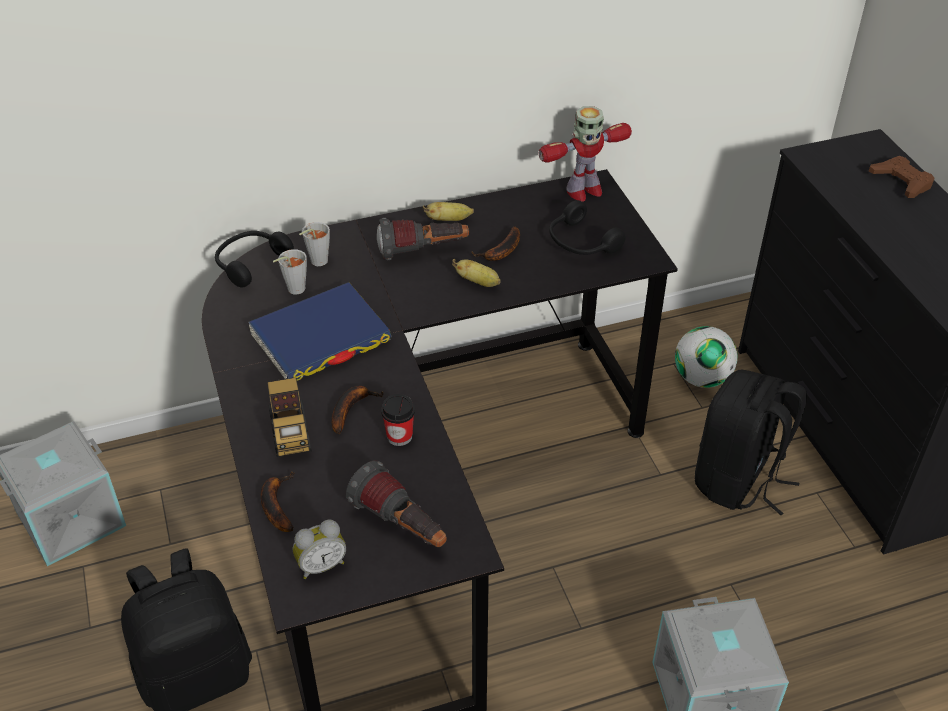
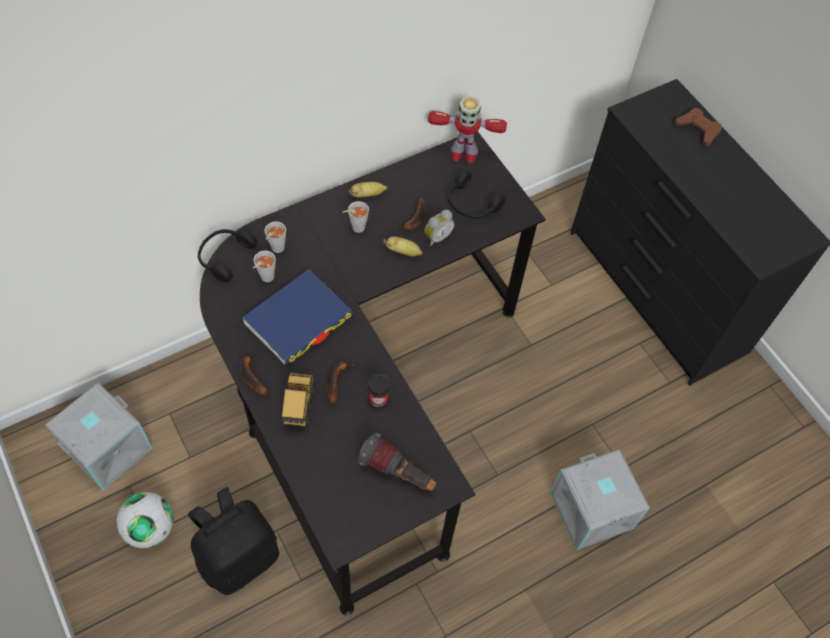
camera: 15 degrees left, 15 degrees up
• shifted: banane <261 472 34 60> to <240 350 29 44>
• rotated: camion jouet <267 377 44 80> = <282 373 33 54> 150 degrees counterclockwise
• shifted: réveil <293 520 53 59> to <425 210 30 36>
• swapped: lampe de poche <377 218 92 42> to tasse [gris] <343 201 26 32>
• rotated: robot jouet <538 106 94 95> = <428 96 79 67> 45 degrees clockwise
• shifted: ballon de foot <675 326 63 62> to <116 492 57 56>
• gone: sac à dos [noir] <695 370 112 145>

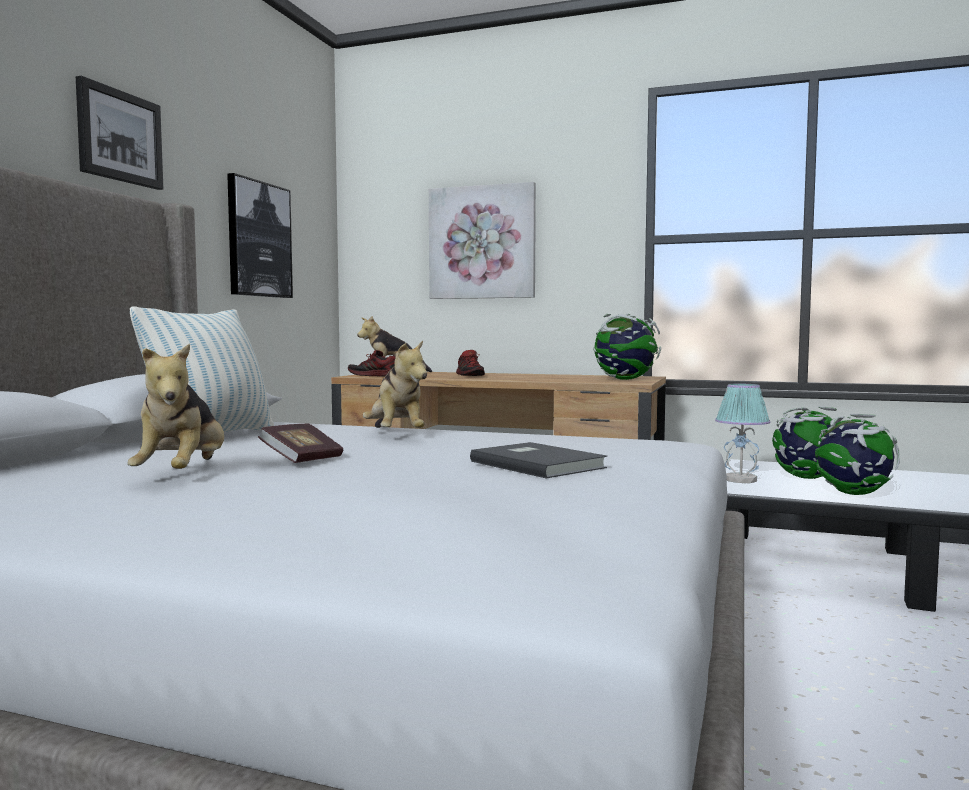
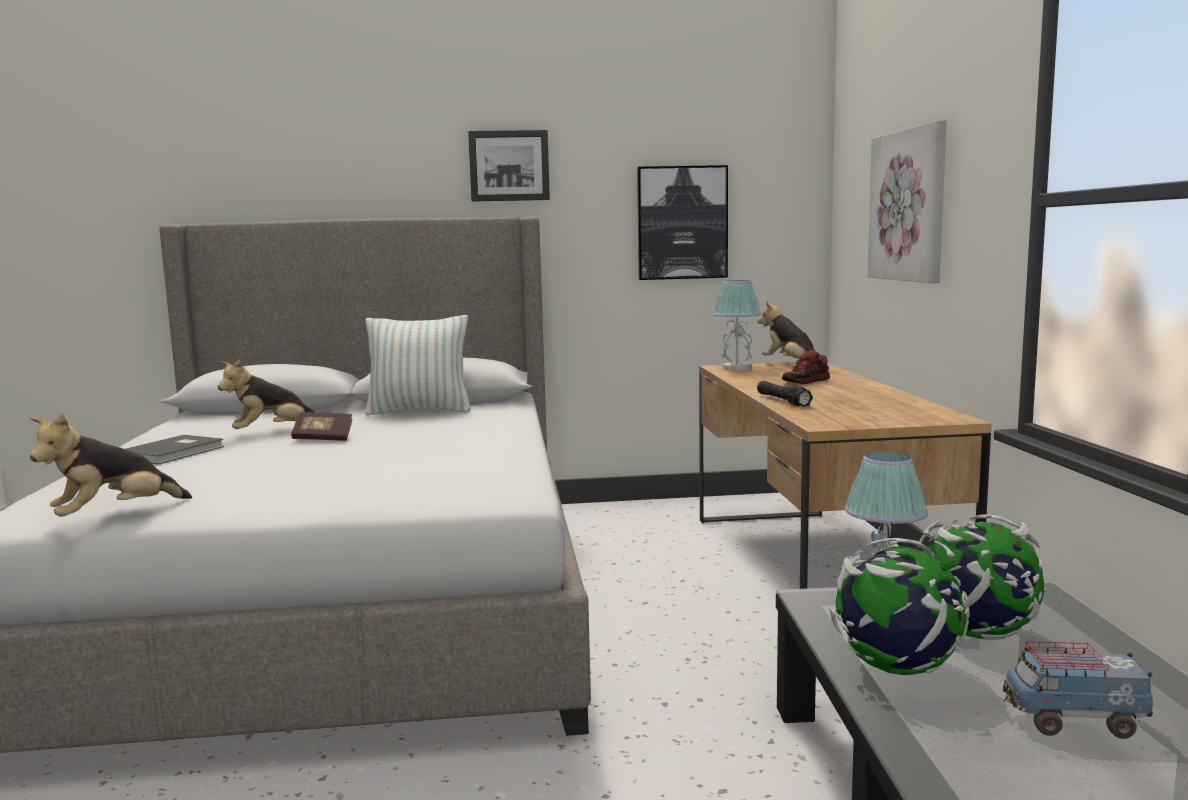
camera: 65 degrees right, 5 degrees up
• swapped: chaussure <348 350 48 27> to lampe de table <713 280 48 91>
• shifted: peluche <363 340 64 88> to <30 413 162 104>
• shifted: livre [gris] <470 442 137 36> to <126 435 98 29>
• gone: globe <593 314 68 66>
• new: lampe de poche [noir] <757 381 56 25>
• new: camion jouet <1003 641 150 98>

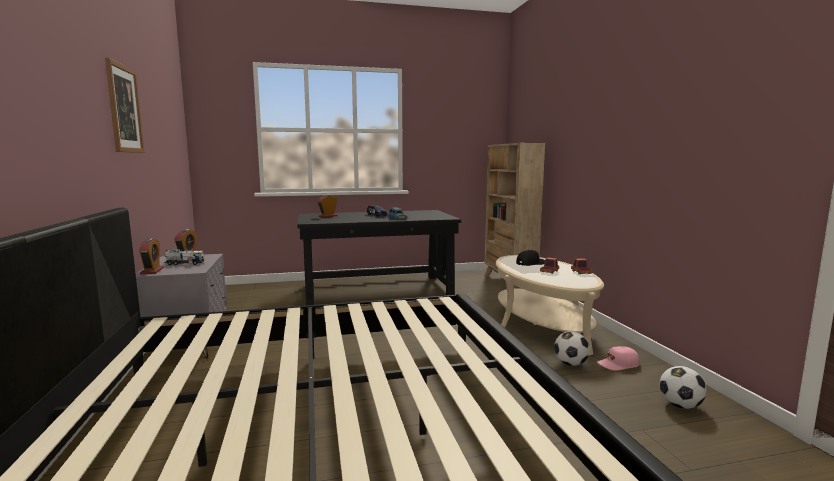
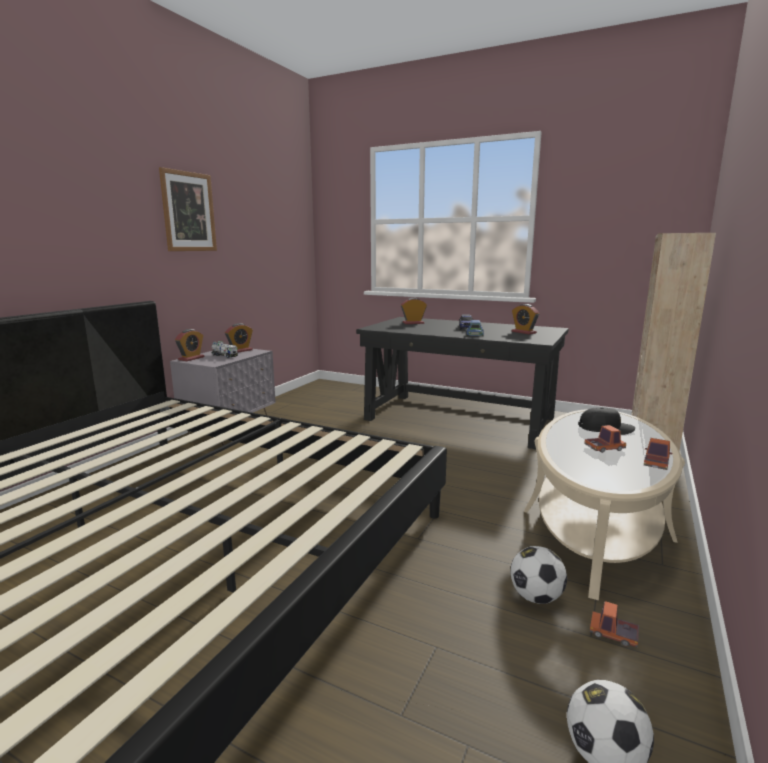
camera: 40 degrees right, 5 degrees up
• swapped: casquette [rose] <597 346 42 25> to camion jouet <590 601 49 46>
• new: réveil <512 304 27 30>

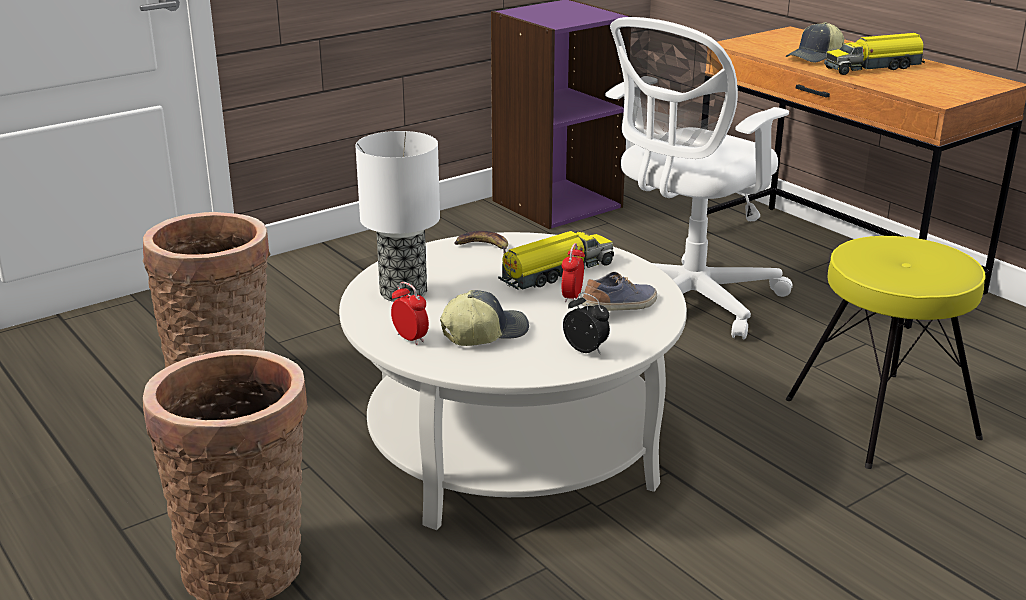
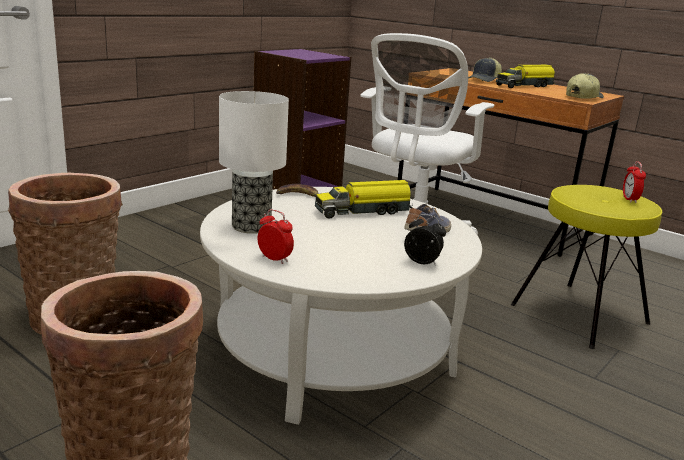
camera: 15 degrees left, 5 degrees down
• shifted: casquette <440 290 89 56> to <566 73 38 26>
• rotated: camion jouet <498 231 116 59> = <315 180 98 38> 150 degrees counterclockwise
• shifted: réveil <562 243 23 59> to <623 161 23 42>

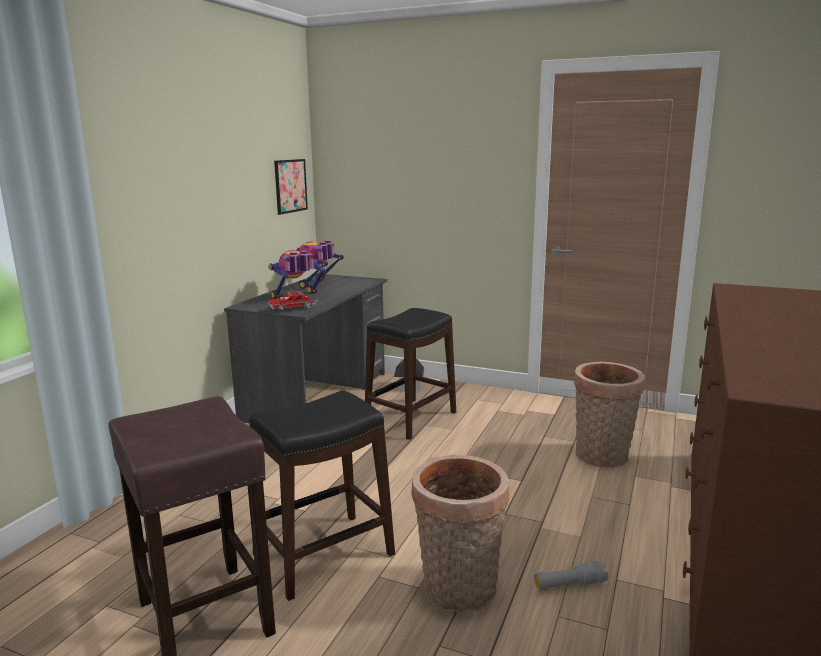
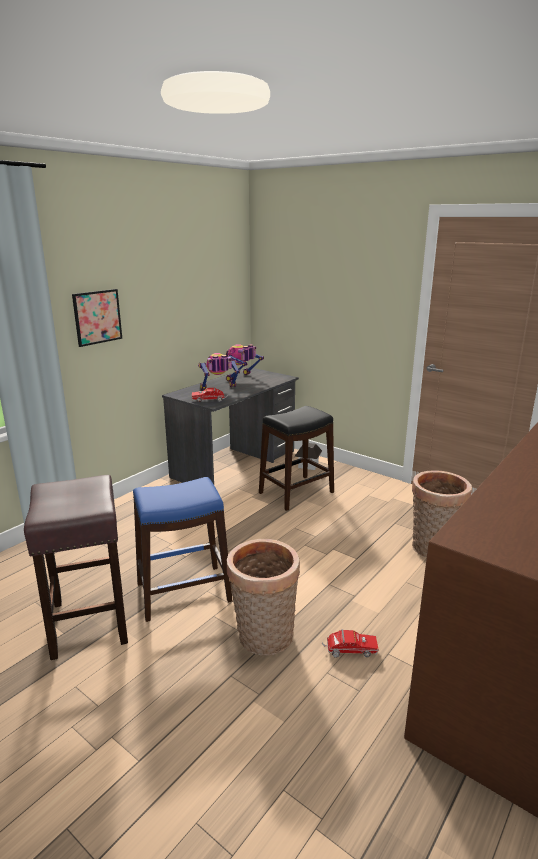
camera: 15 degrees right, 5 degrees up
• repainted: tabouret [noir] <249 391 146 210> to tabouret [bleu] <133 477 99 145>
• shifted: tableau <274 159 34 56> to <72 289 50 58>
• swapped: lampe de poche [gris] <534 561 74 30> to camion jouet <322 629 57 29>

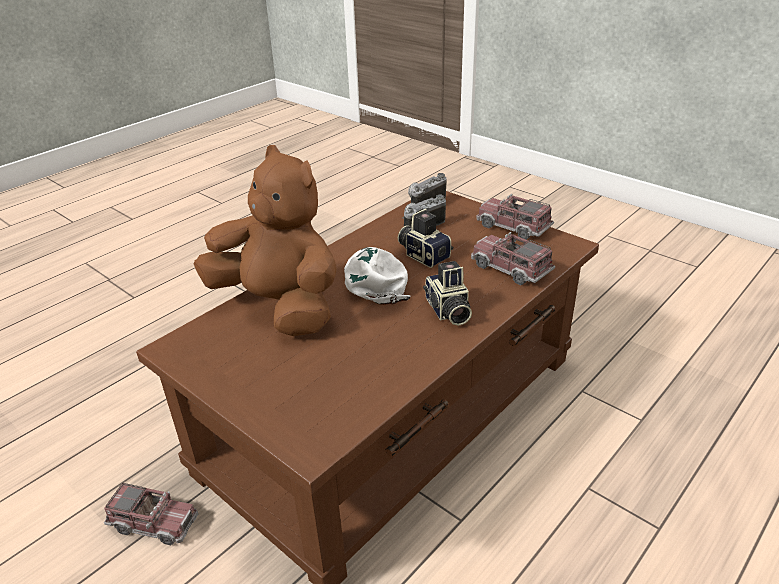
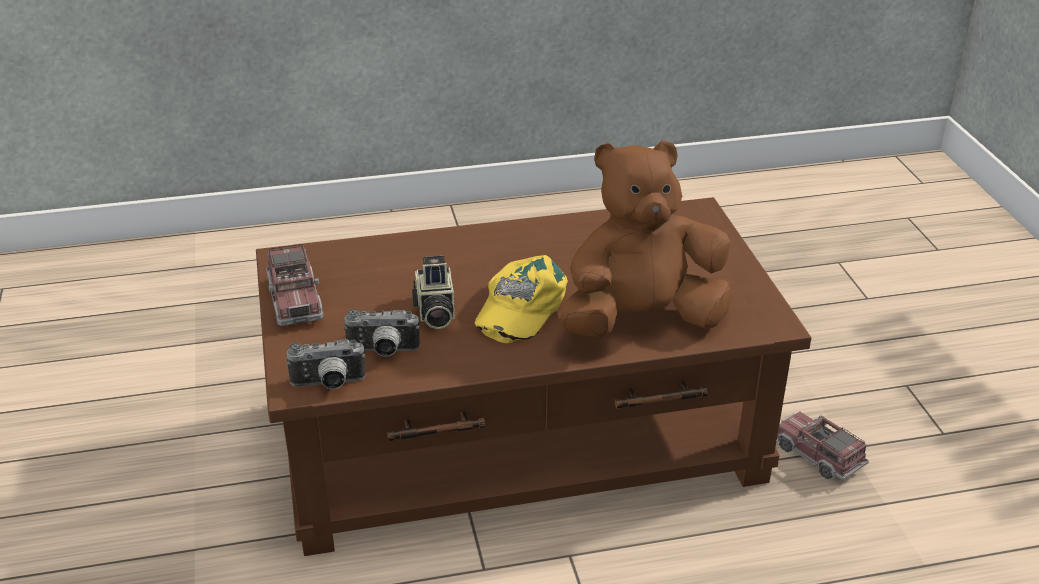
camera: 145 degrees left, 0 degrees up
• rotated: peluche [marron] <194 145 143 191> = <557 140 175 198> 90 degrees clockwise
• repainted: casquette [blanc] <344 247 66 58> to casquette [jaune] <475 255 93 88>
• gone: appareil photo <423 261 49 65>
• gone: camion jouet <471 232 84 53>

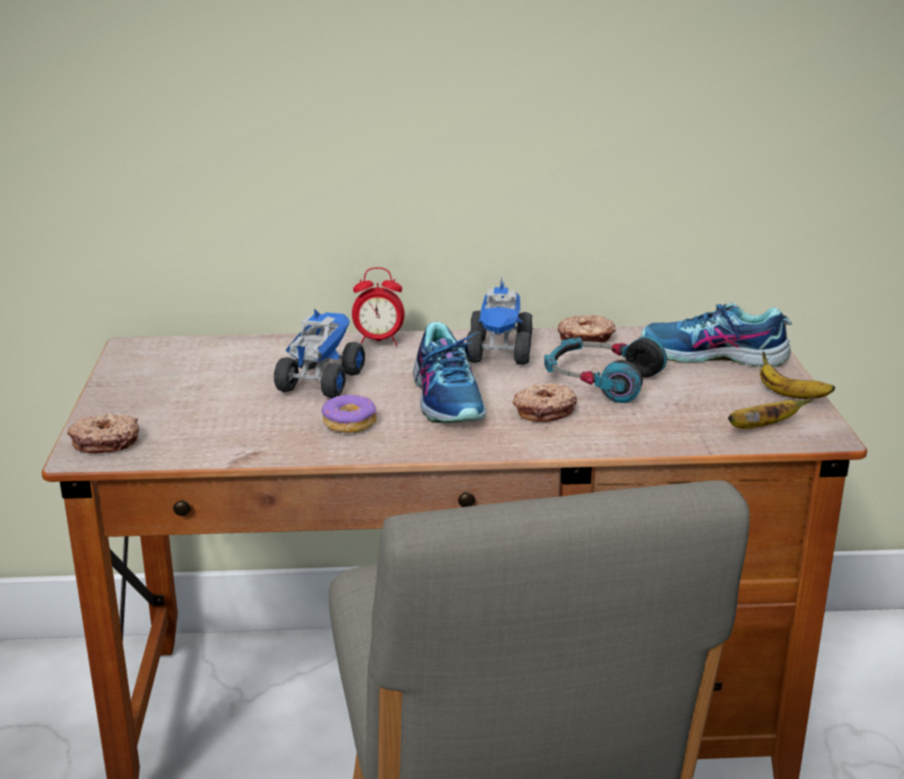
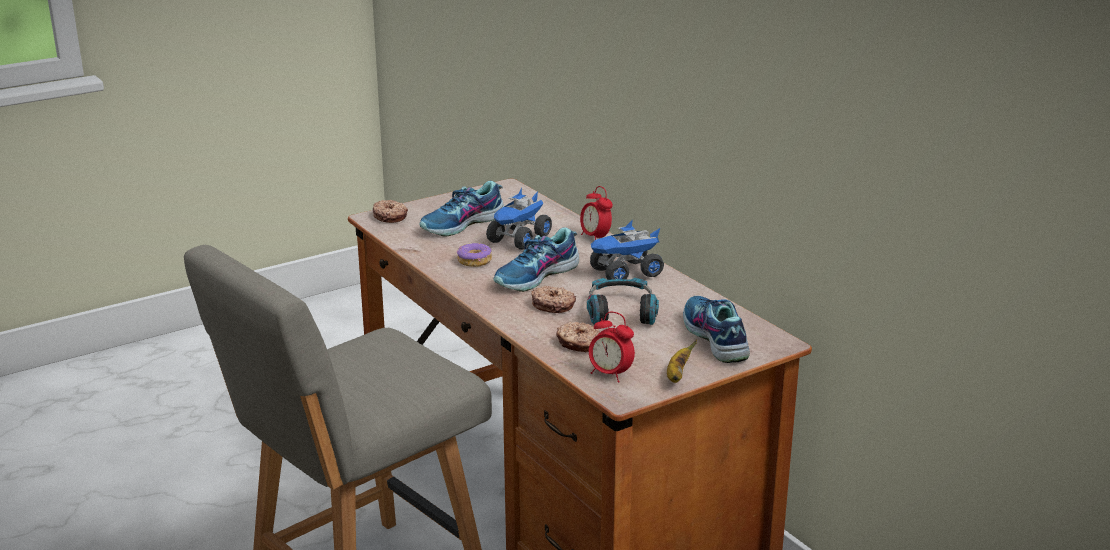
camera: 60 degrees right, 0 degrees up
• rotated: camion jouet <274 309 91 89> = <486 187 66 63> 135 degrees clockwise
• shifted: beignet <558 314 58 29> to <556 322 44 30>
• swapped: banane <728 396 86 33> to réveil <589 312 46 70>
• new: chaussure <419 181 85 56>

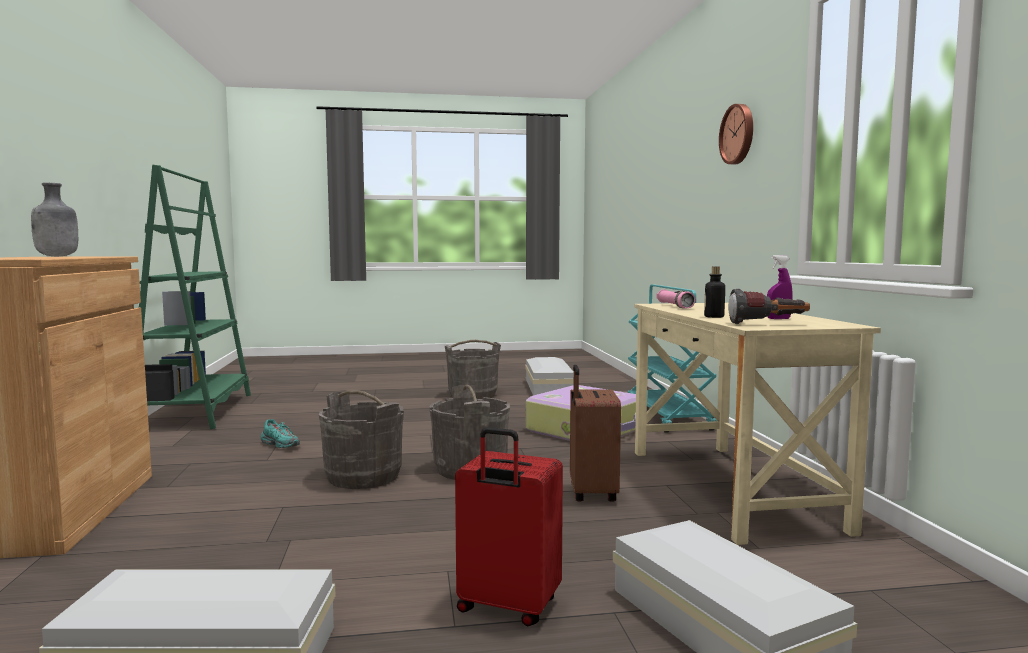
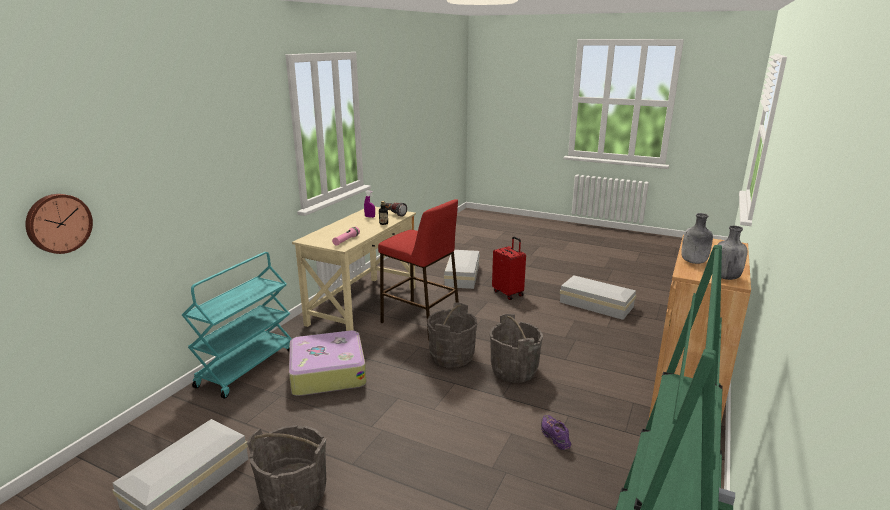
camera: 145 degrees left, 15 degrees up
• repainted: chaussure [turquoise] <261 419 39 29> to chaussure [violet] <541 415 30 35>
• swapped: valise [marron] <570 365 51 137> to tabouret [rouge] <378 199 81 141>
• shifted: horloge murale <719 104 34 60> to <25 194 68 60>
• new: bouteille [gris] <681 213 32 51>

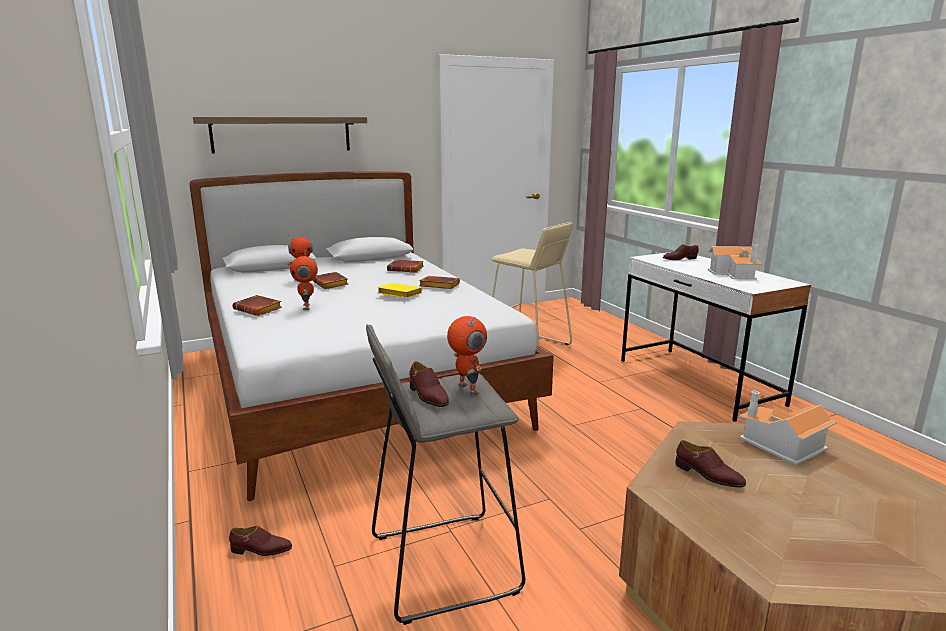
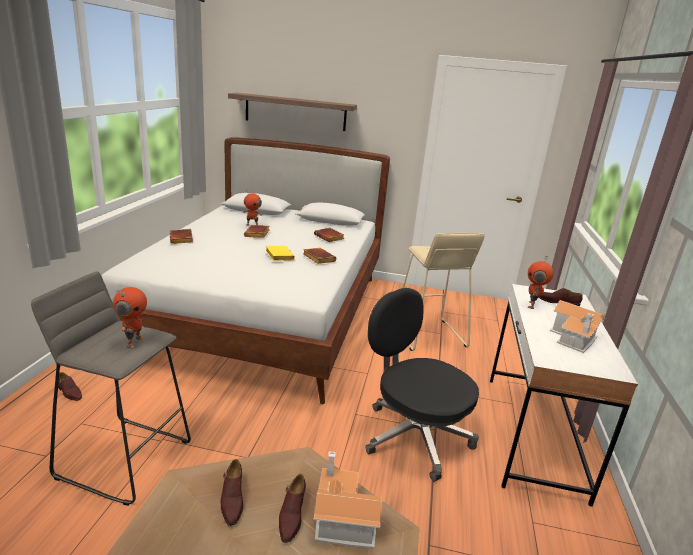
camera: 35 degrees right, 5 degrees up
• shifted: robot jouet <290 250 28 60> to <528 256 26 53>
• shifted: chaussure [marron] <409 361 40 46> to <279 474 27 69>
• new: chaise de bureau [noir] <366 288 113 194>

